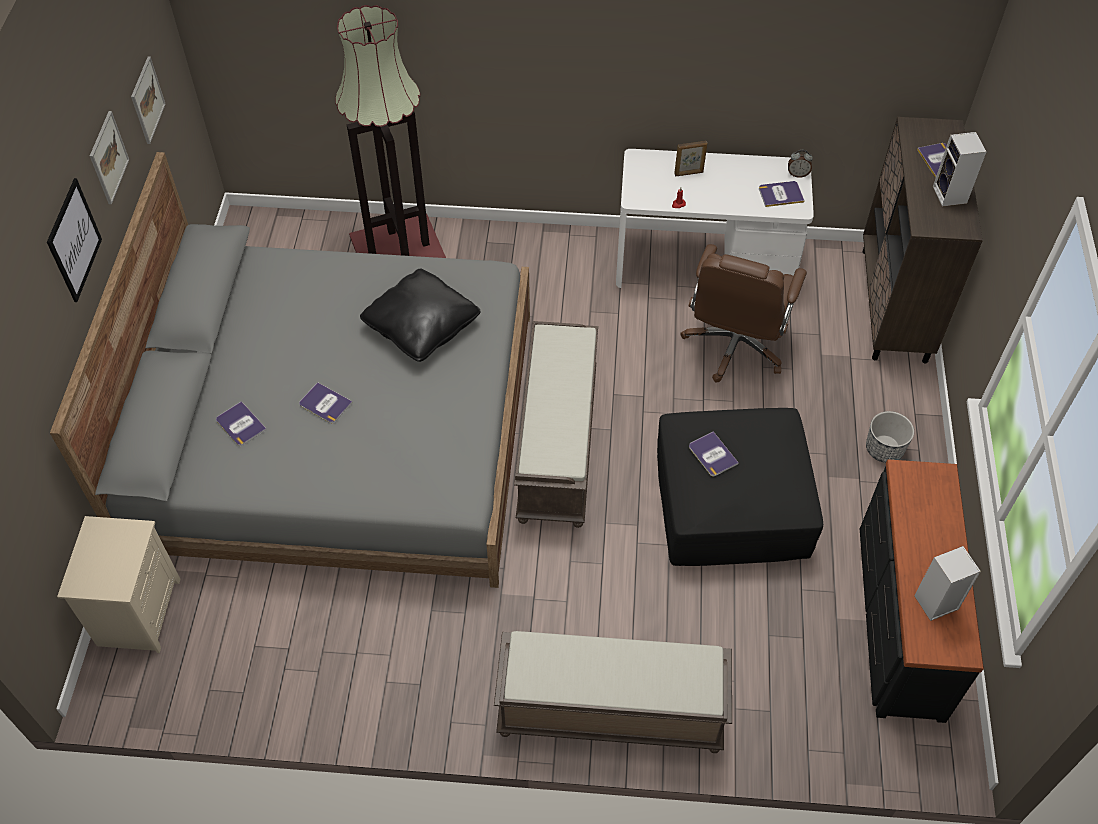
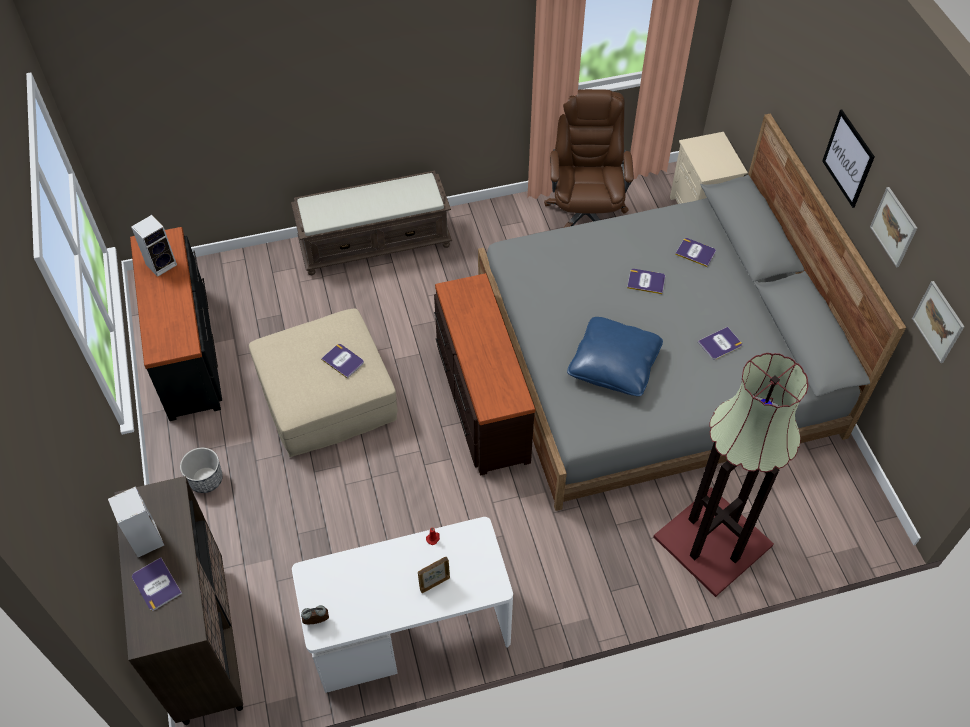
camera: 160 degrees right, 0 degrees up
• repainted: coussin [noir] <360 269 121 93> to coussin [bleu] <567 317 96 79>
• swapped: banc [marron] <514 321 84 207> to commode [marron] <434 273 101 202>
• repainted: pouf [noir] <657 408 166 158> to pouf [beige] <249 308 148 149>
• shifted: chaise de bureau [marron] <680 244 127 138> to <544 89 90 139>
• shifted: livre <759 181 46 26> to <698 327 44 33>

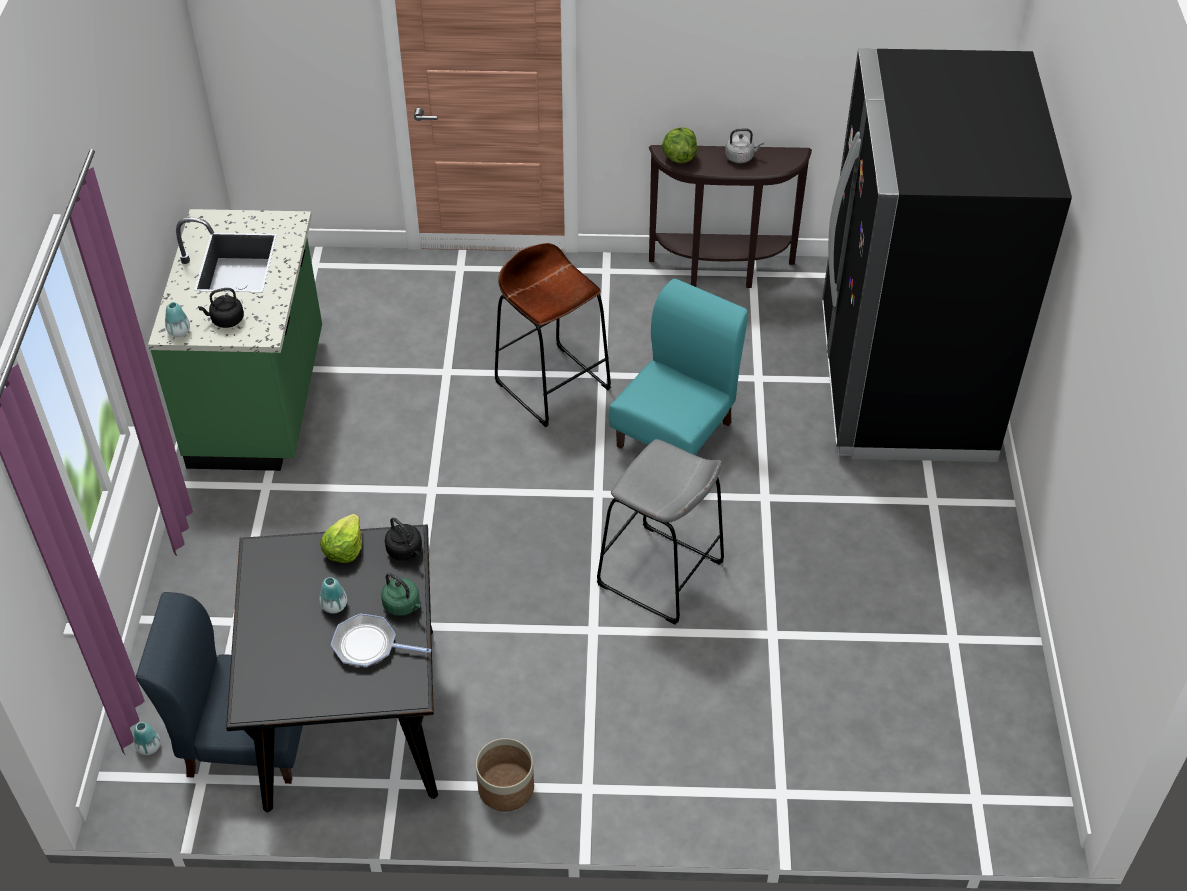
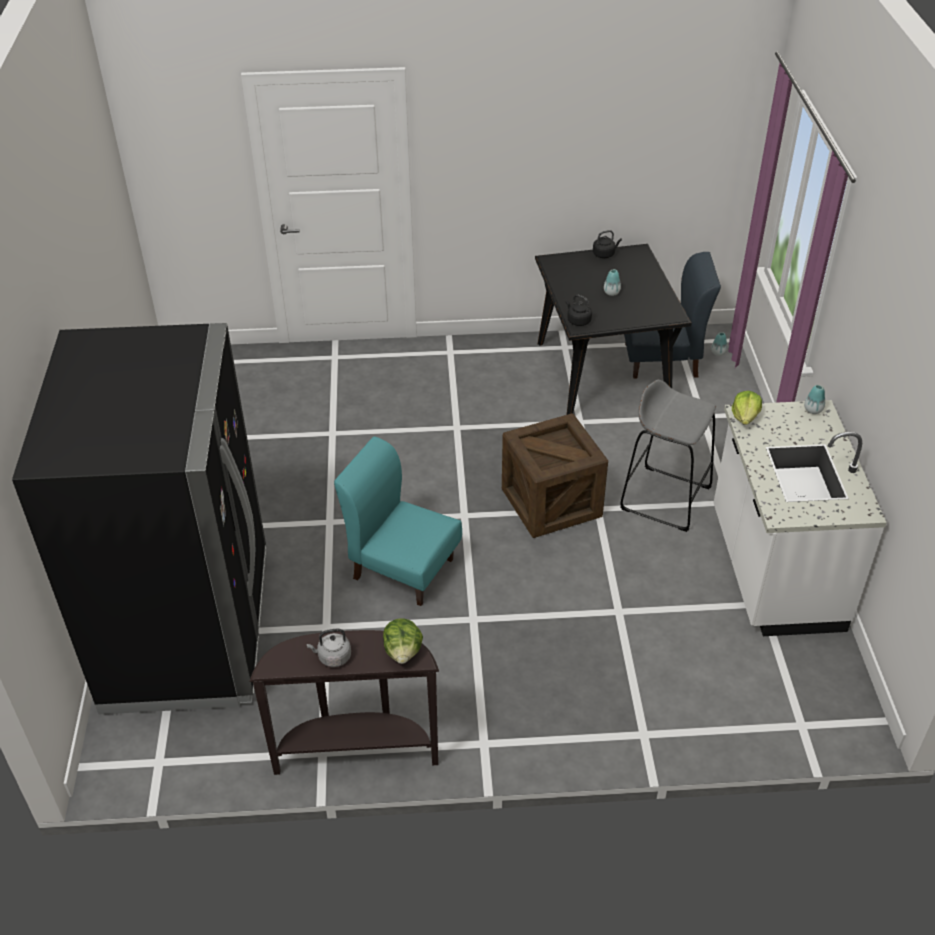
camera: 175 degrees right, 5 degrees down
• repainted: comptoir de cuisine [vert] <148 209 174 262> to comptoir de cuisine [blanc] <713 400 174 236>
• shifted: bouilloire [noir] <198 288 46 40> to <593 230 29 28>
• shifted: laitue <320 514 42 49> to <732 391 30 34>
• gone: poêle <331 613 100 54>
• gone: bouilloire [vert] <381 573 40 43>
• gone: cache-pot <476 738 58 73>
• gone: tabouret [marron] <495 243 116 184>
• shifted: tabouret [gris] <597 439 127 185> to <620 380 96 152>
• rotated: chaise [turquoise] <608 278 140 177> = <334 437 128 169> 90 degrees clockwise
• new: caisse <502 413 106 125>

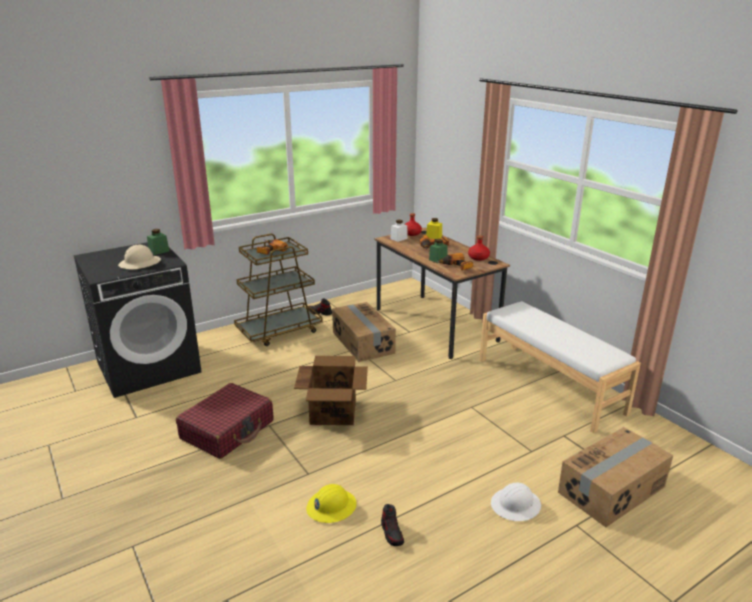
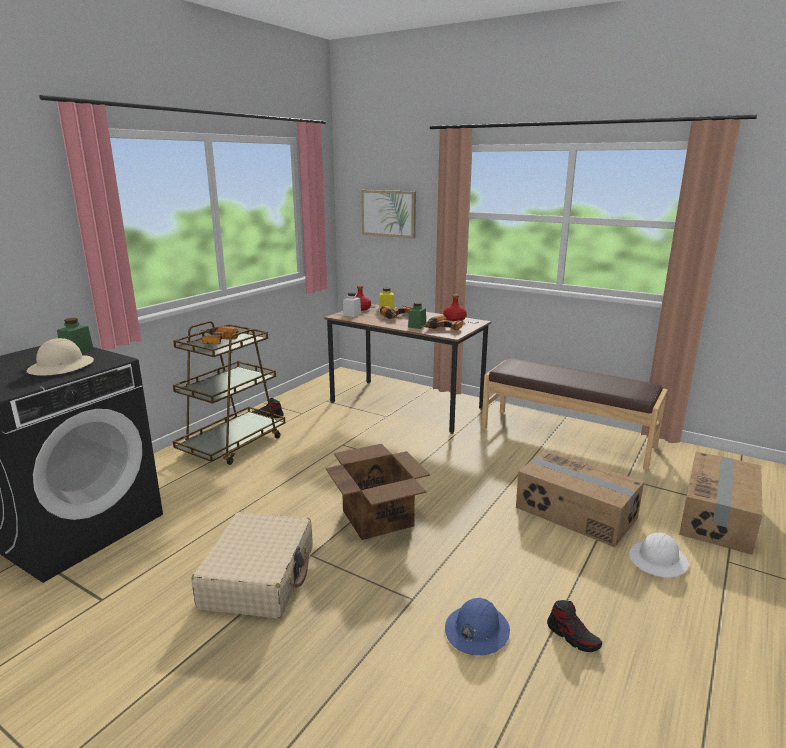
camera: 25 degrees left, 5 degrees down
• repainted: valise [rouge] <176 383 97 76> to valise [beige] <191 512 122 107>
• repainted: casque de chantier [jaune] <306 484 50 39> to casque de chantier [bleu] <445 598 65 57>
• shifted: carton <332 302 64 60> to <516 450 128 97>
• repainted: banc [blanc] <480 301 161 132> to banc [marron] <481 358 187 112>
• new: tableau <361 190 55 48>

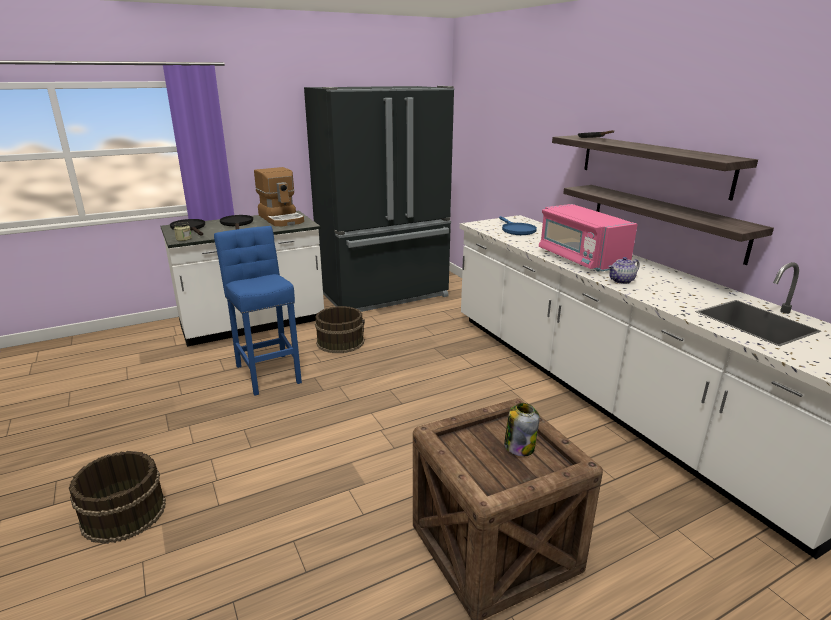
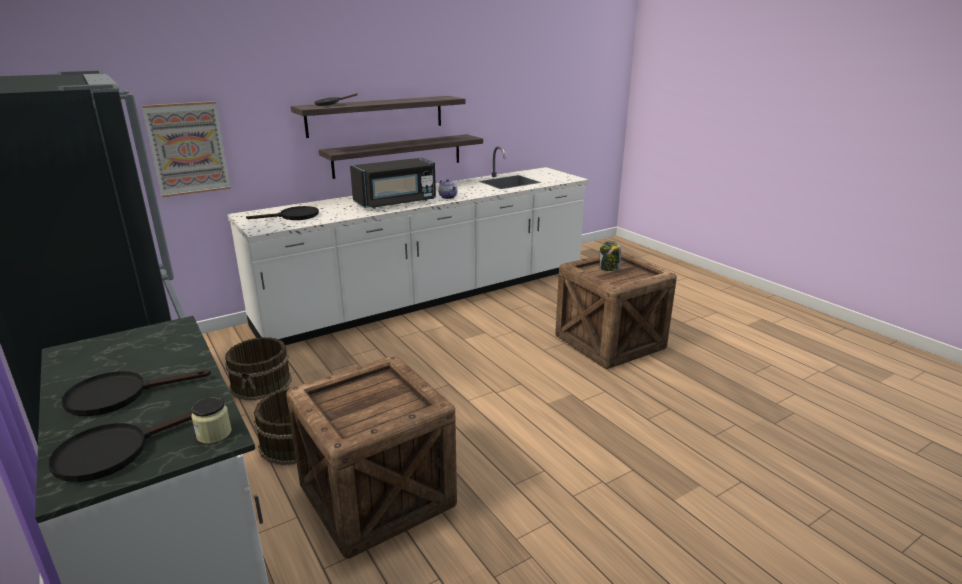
camera: 95 degrees left, 0 degrees up
• shifted: seau [marron] <69 451 97 93> to <225 337 67 63>
• swapped: tabouret [bleu] <214 226 88 170> to caisse <286 355 171 204>
• gone: machine à café <254 167 50 59>
• repainted: poêle [bleu] <499 216 38 19> to poêle [noir] <246 206 73 14>
• repainted: micro-ondes [rose] <539 204 99 67> to micro-ondes [noir] <350 158 86 51>
• new: tableau <142 101 89 96>

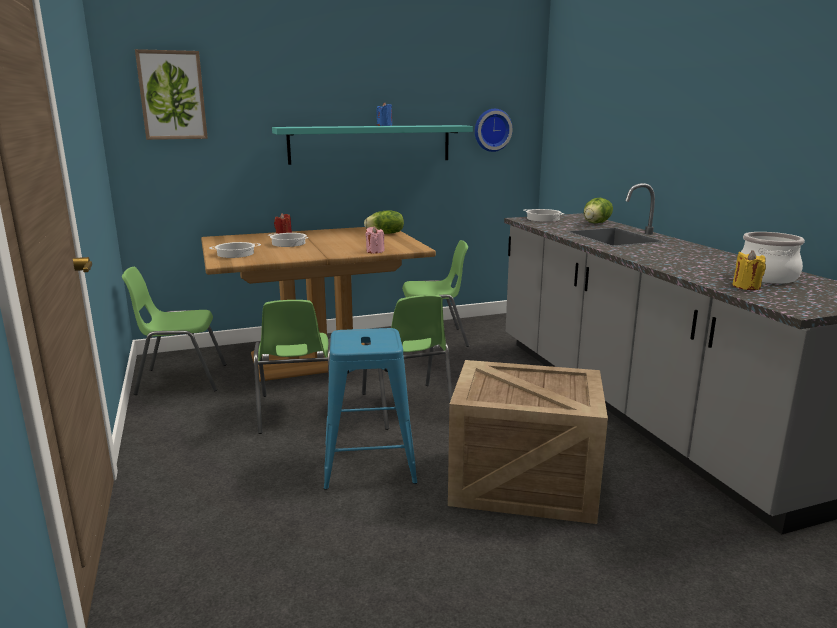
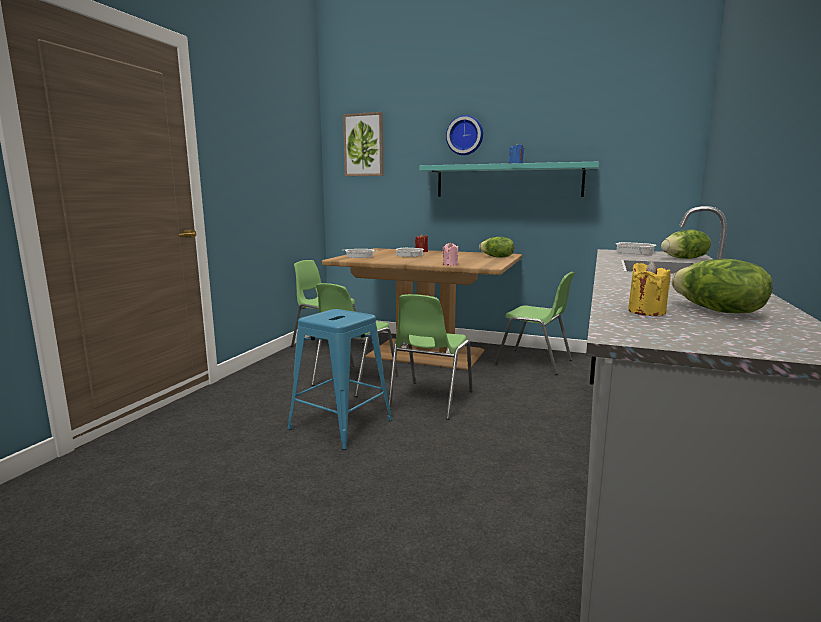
camera: 40 degrees right, 5 degrees down
• gone: caisse <448 360 160 164>
• shifted: horloge murale <475 109 38 43> to <446 115 37 40>
• swapped: marmite <736 232 69 52> to laitue <672 259 100 54>

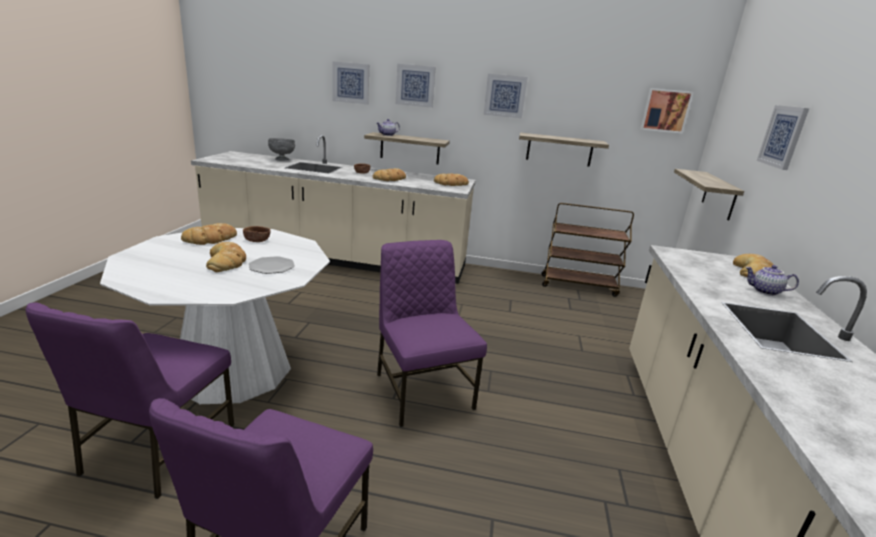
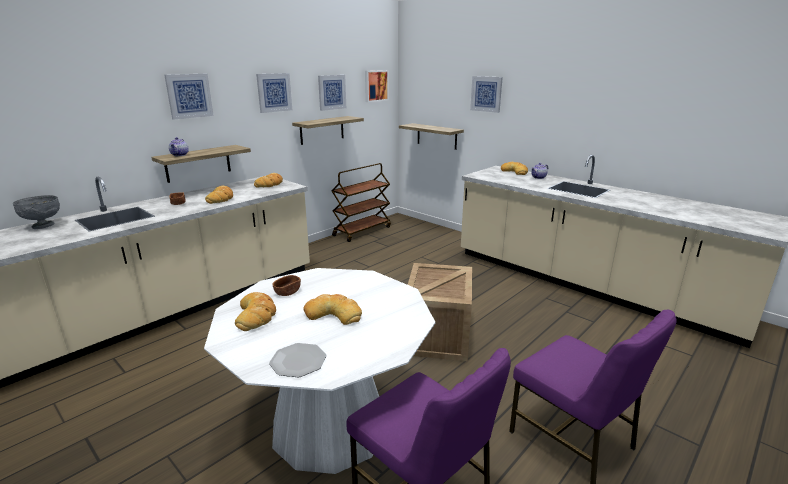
camera: 55 degrees left, 0 degrees up
• shifted: assiette <249 256 46 18> to <269 343 58 34>
• shifted: tableau <332 61 37 44> to <318 75 28 36>
• swapped: chaise [violet] <377 240 110 187> to caisse <408 263 64 98>

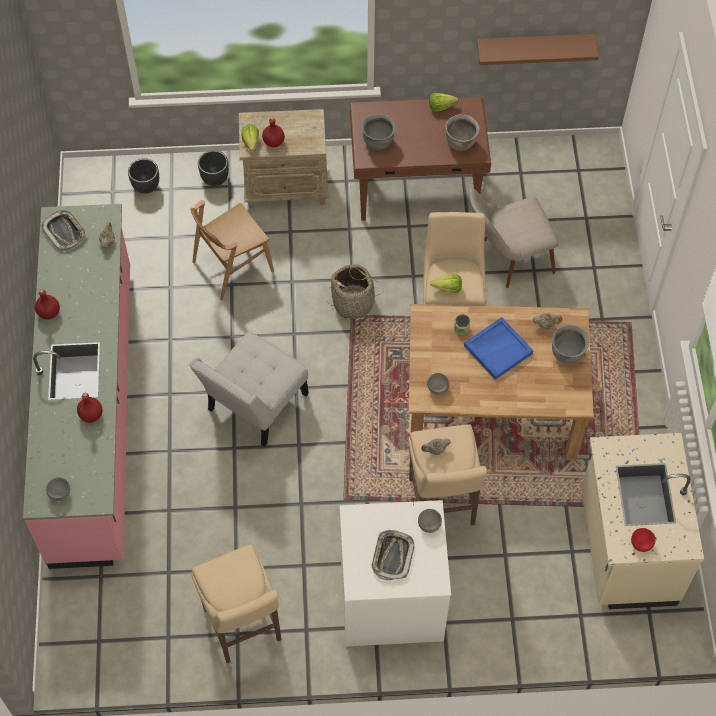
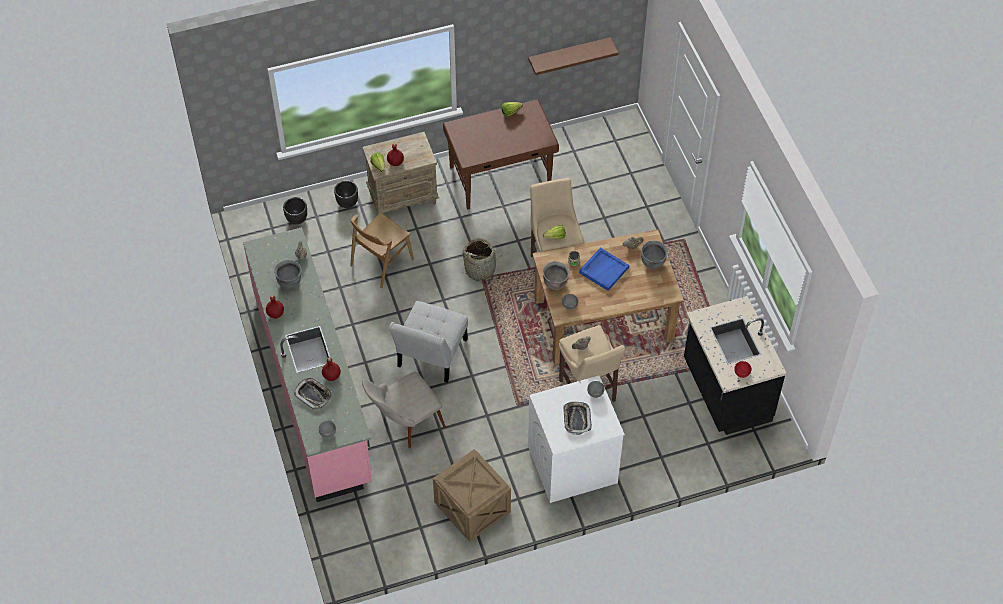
camera: 15 degrees left, 5 degrees down
• shifted: plateau <41 210 46 41> to <294 378 38 32>
• swapped: tabouret [beige] <191 544 90 119> to caisse <433 449 78 93>
• shifted: marmite [gris] <362 114 34 36> to <274 260 28 29>
• shifted: marmite [marron] <446 114 34 37> to <543 261 27 29>
• shifted: chaise [beige] <469 188 89 100> to <362 372 84 76>
• repainted: comptoir de cuisine [beige] <582 433 122 176> to comptoir de cuisine [noir] <684 296 102 139>

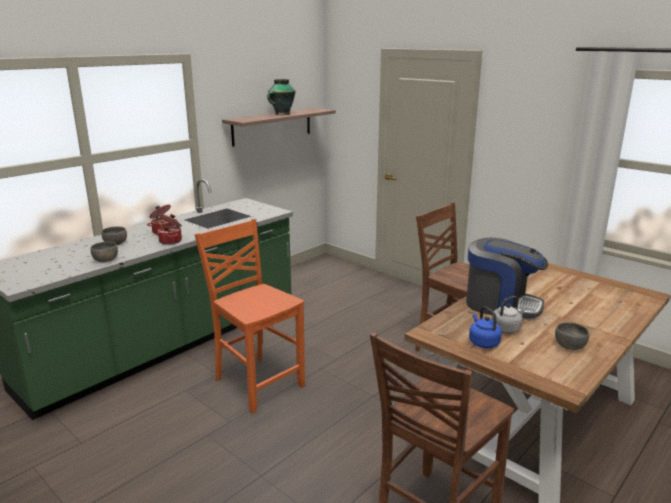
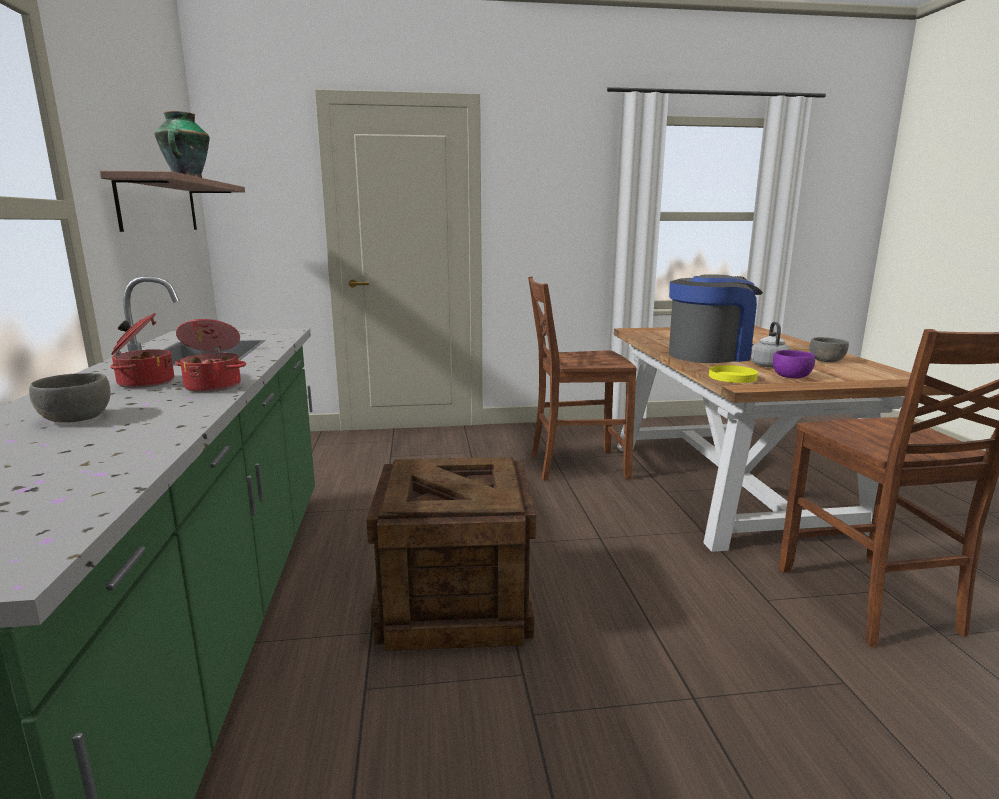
camera: 50 degrees left, 5 degrees down
• gone: bol [gris] <91 242 27 20>
• swapped: chaise [orange] <195 219 110 194> to caisse <366 457 170 194>
• swapped: bouilloire [bleu] <469 307 33 41> to bol [violet] <773 350 42 29>
• new: assiette [jaune] <709 365 49 18>

